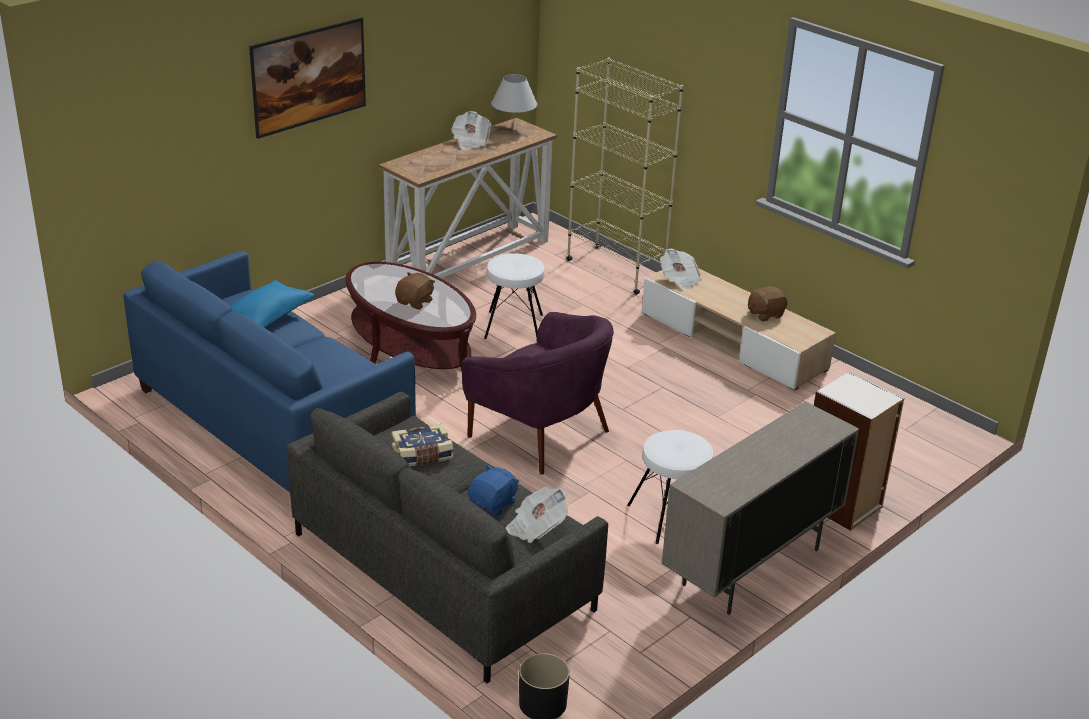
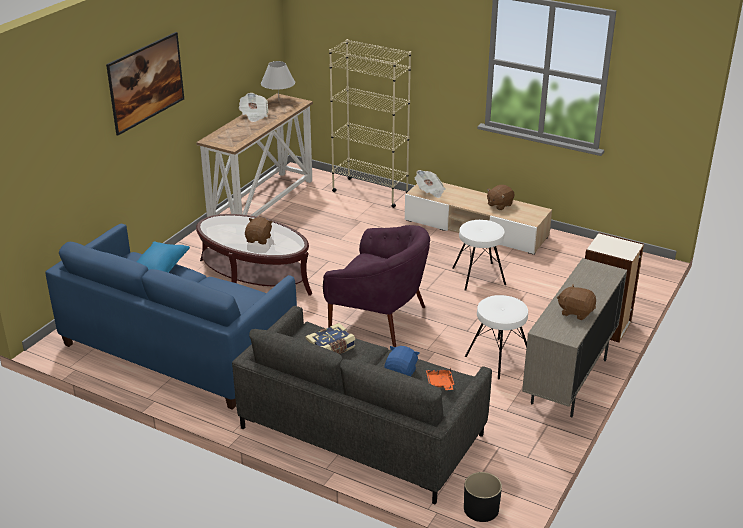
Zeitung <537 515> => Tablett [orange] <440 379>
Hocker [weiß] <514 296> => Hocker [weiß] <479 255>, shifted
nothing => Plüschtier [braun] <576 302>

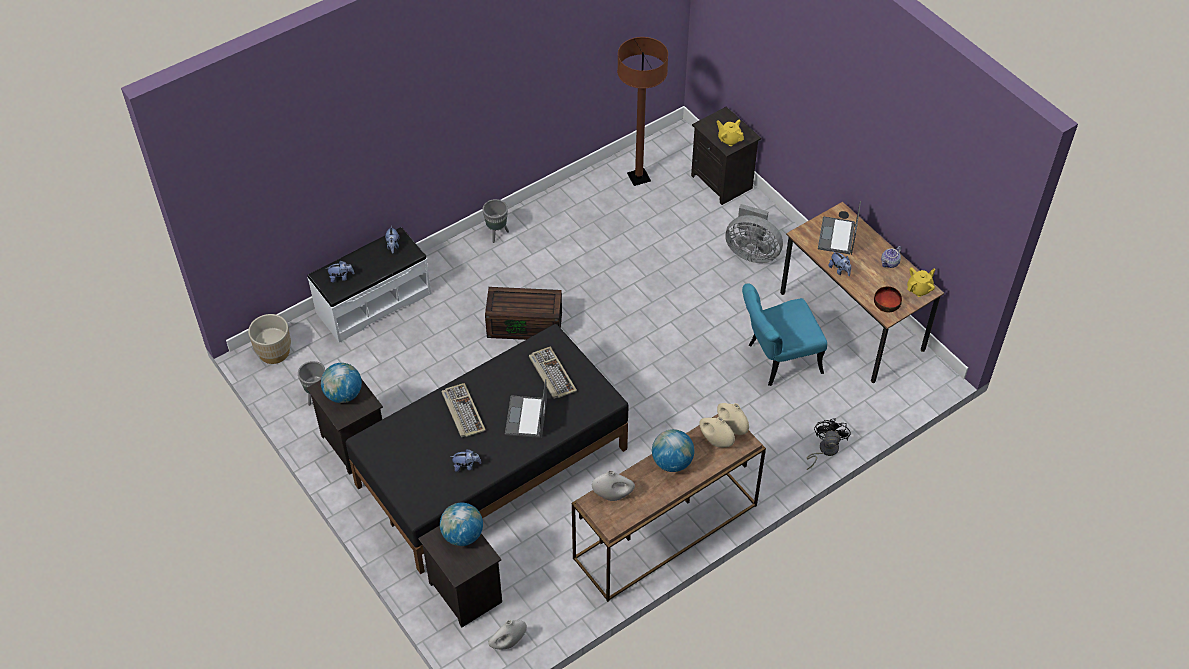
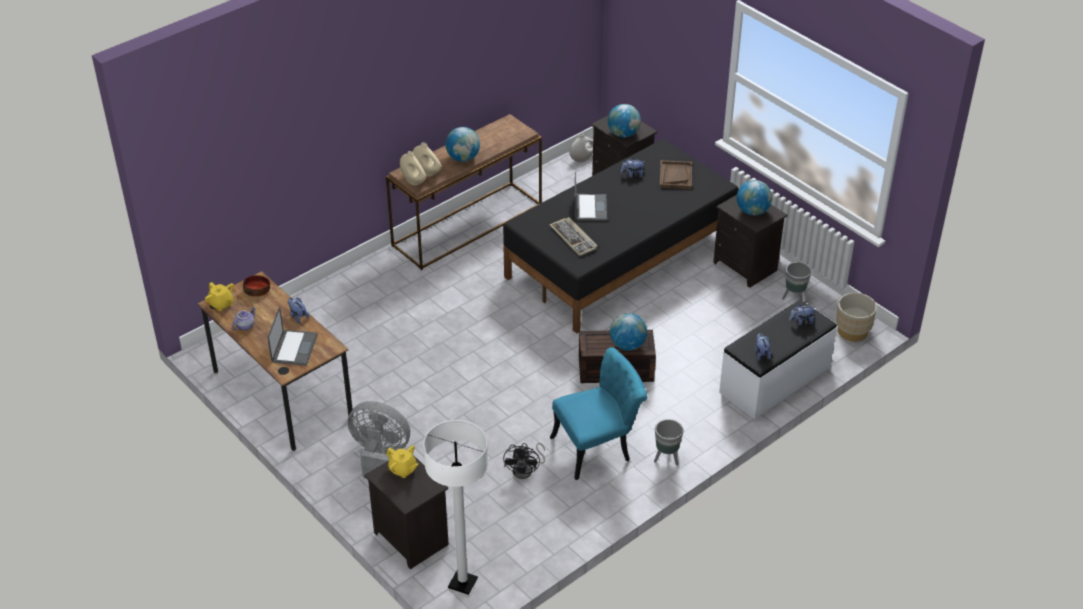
Teekanne [gelb] <921 282> => Teekanne [gelb] <219 296>, 90 degrees counterclockwise
nothing => Stehlampe [weiß] <455 507>
Ventilator [schwarz] <829 444> => Ventilator [schwarz] <524 461>, shifted
Stuhl [türkis] <784 334> => Stuhl [türkis] <598 413>, shifted
nothing => Globus <628 332>
nothing => Tablett [braun] <675 174>
Tastatur <463 410> => nothing
Vase [weiß] <613 485> => nothing
Stehlampe [braun] <642 111> => nothing

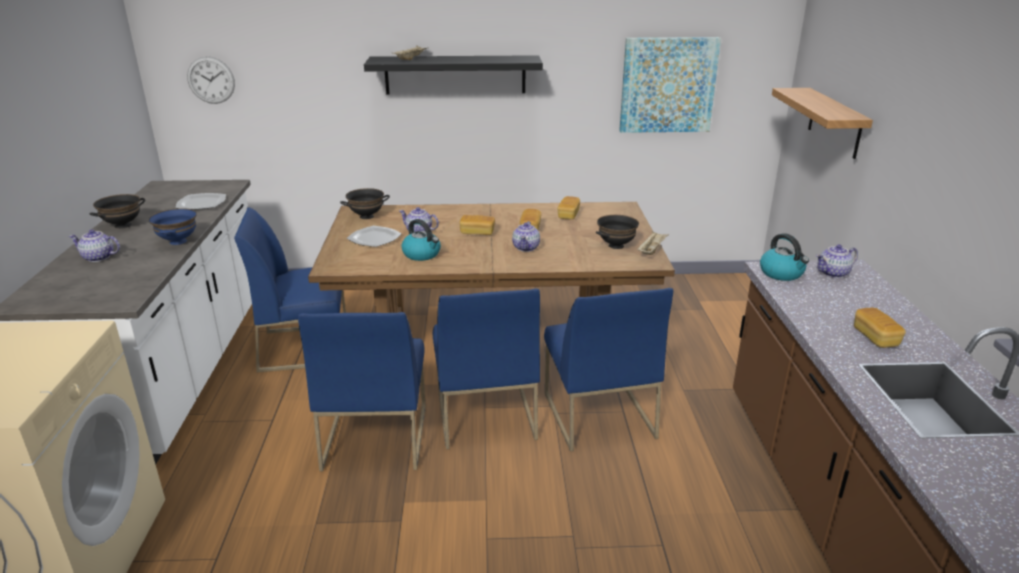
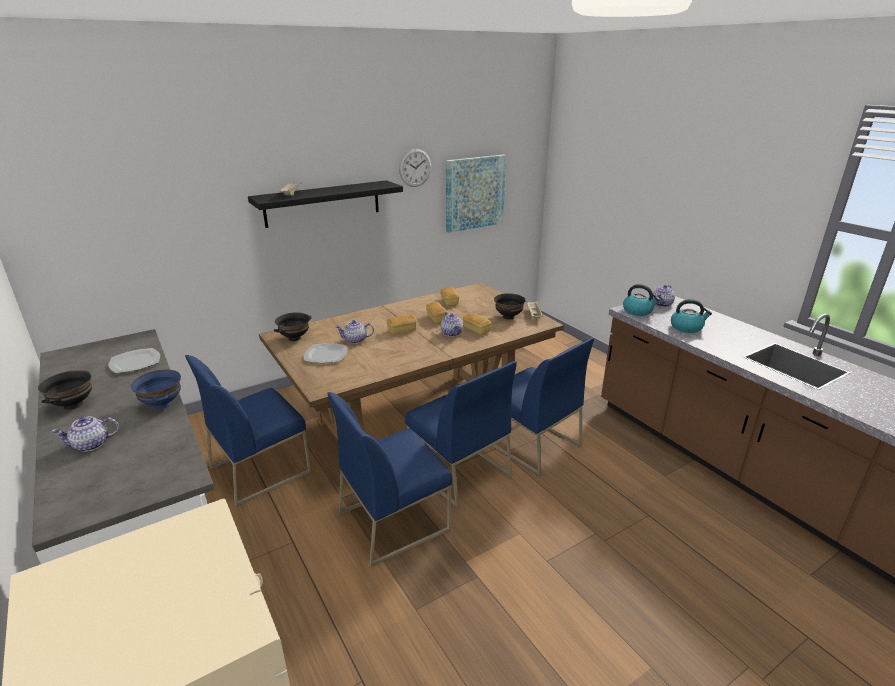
Stuhl [blau] <362 392> => Stuhl [blau] <389 479>, 90 degrees clockwise
Wanduhr <211 80> => Wanduhr <415 168>, shifted
Brot <880 328> => Brot <477 324>, shifted
Wasserkessel <421 240> => Wasserkessel <691 316>, shifted
Wandregal <822 123> => nothing

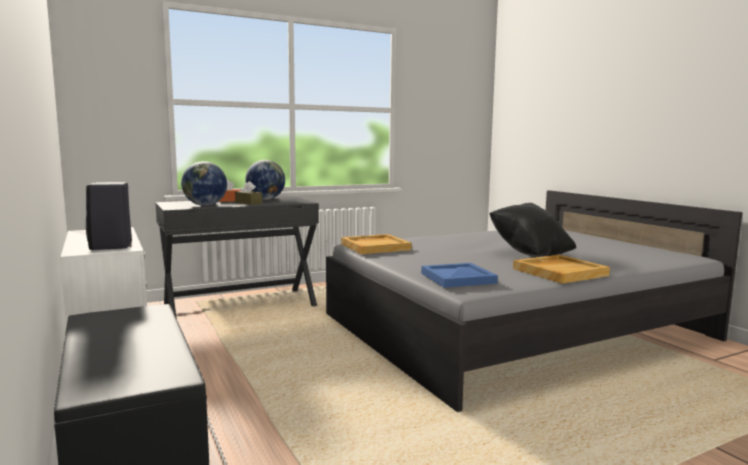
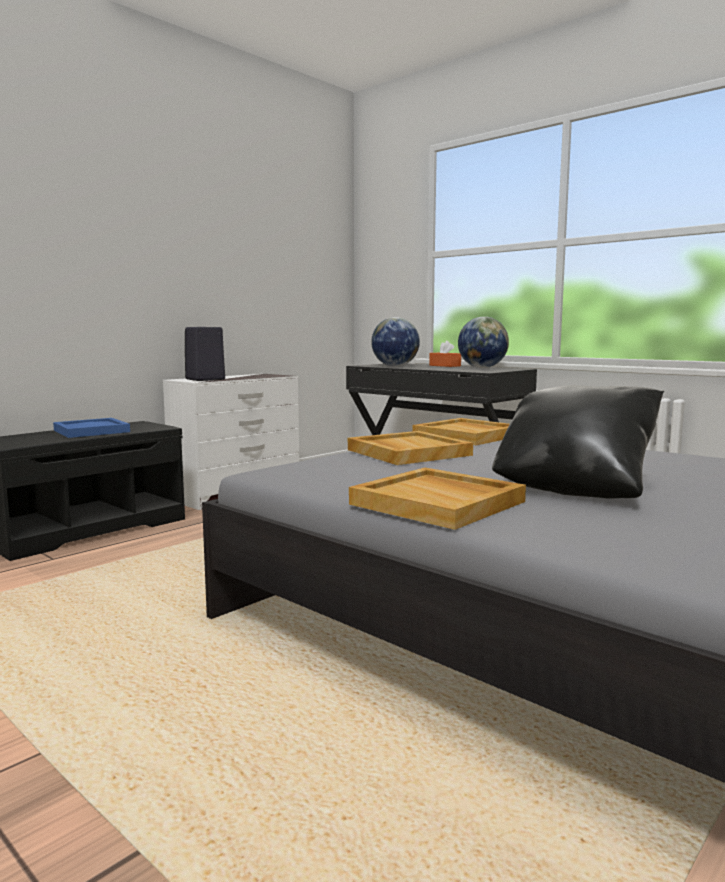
Tablett [blau] <459 275> => Tablett [blau] <91 428>, shifted
nothing => Tablett [beige] <410 448>
Taschentuchbox [braun] <248 193> => nothing

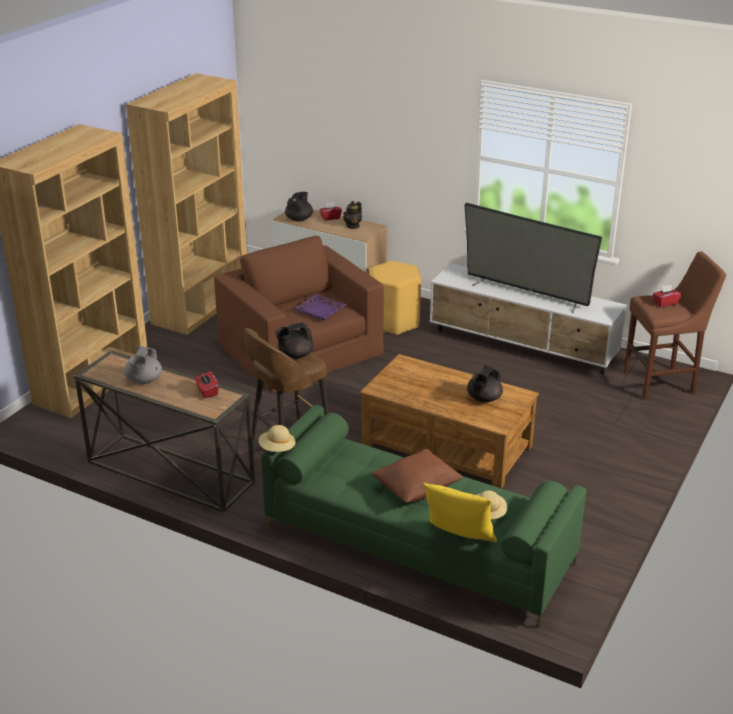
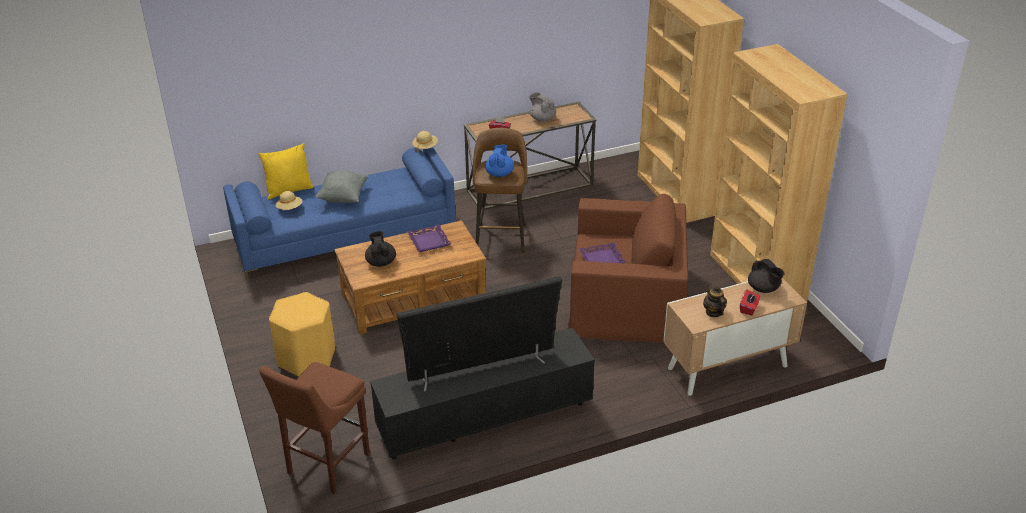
Sofa [grün] <423 516> => Sofa [blau] <339 214>
Hocker [gelb] <395 298> => Hocker [gelb] <302 334>, shifted
Kissen [braun] <417 475> => Kissen [grau] <342 187>
Fernsehschrank [weiß] <528 318> => Fernsehschrank [schwarz] <482 393>
nothing => Tablett [lila] <429 238>
Teekanne [schwarz] <294 340> => Teekanne [blau] <499 161>
Taschentuchbox [rot] <667 296> => nothing

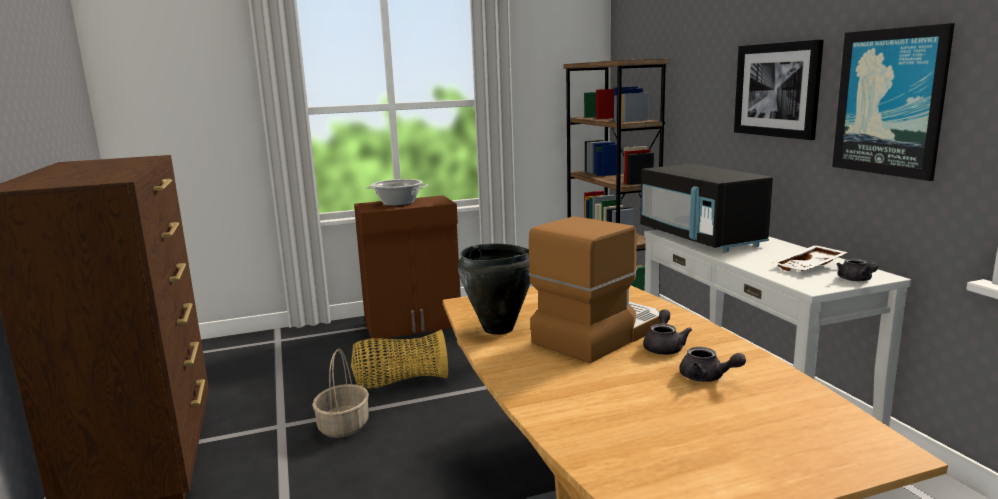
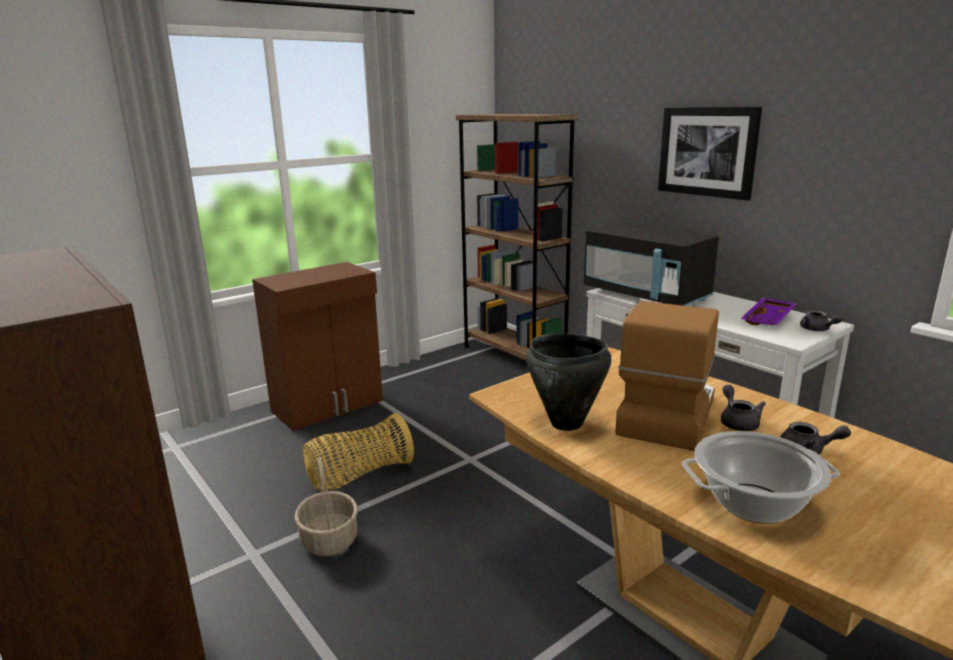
Kochtopf <397 192> => Kochtopf <761 477>, shifted
Tablett [weiß] <810 258> => Tablett [lila] <768 311>
Bild <893 102> => nothing

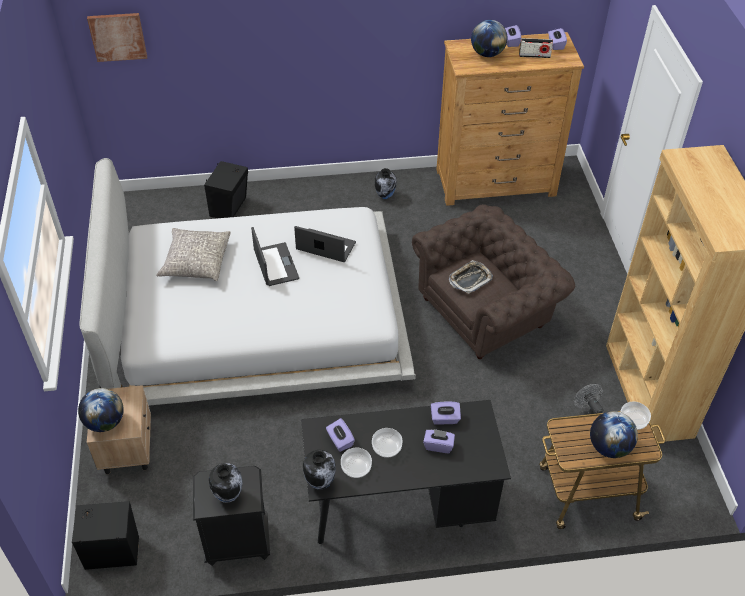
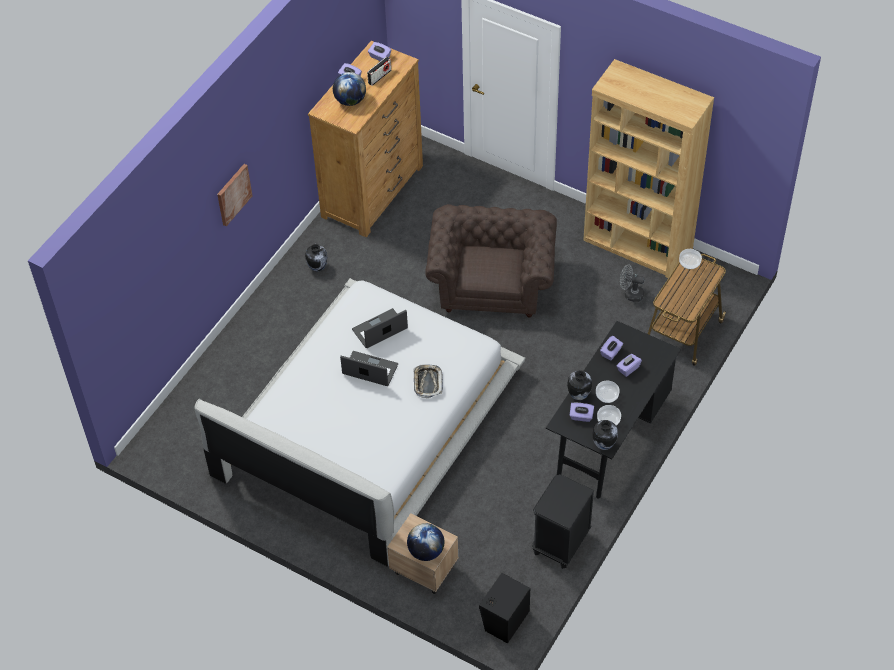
Bild <117 37> => Bild <234 195>, shifted
Tablett <471 277> => Tablett <428 381>, shifted
Vase <226 483> => Vase <579 385>, shifted
Kissen [grau] <193 254> => nothing
Lautsprecher [schwarz] <226 189> => nothing
Globus <614 434> => nothing

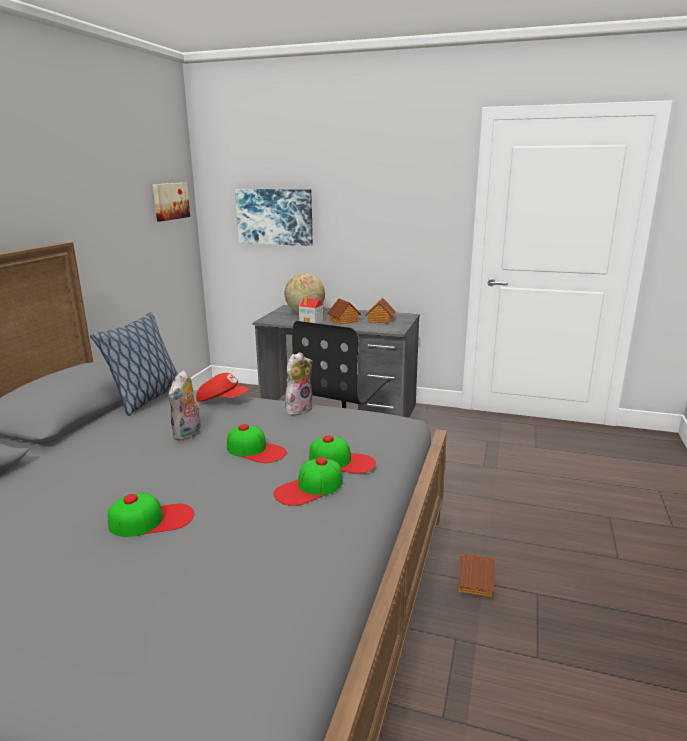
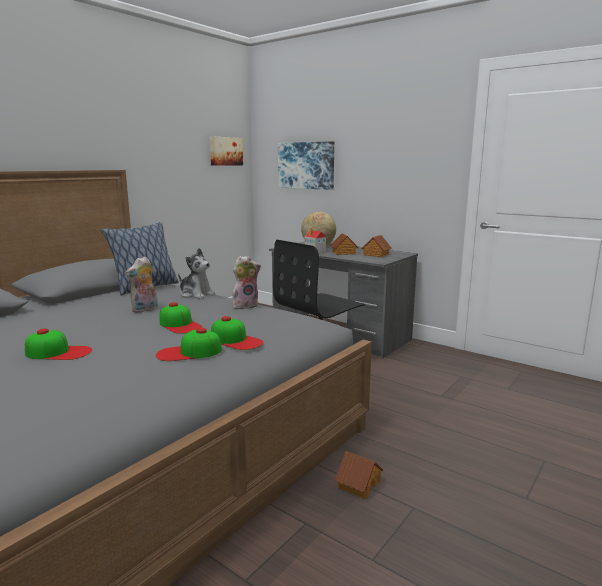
Kappe [rot] <222 387> => Plüschtier <196 273>

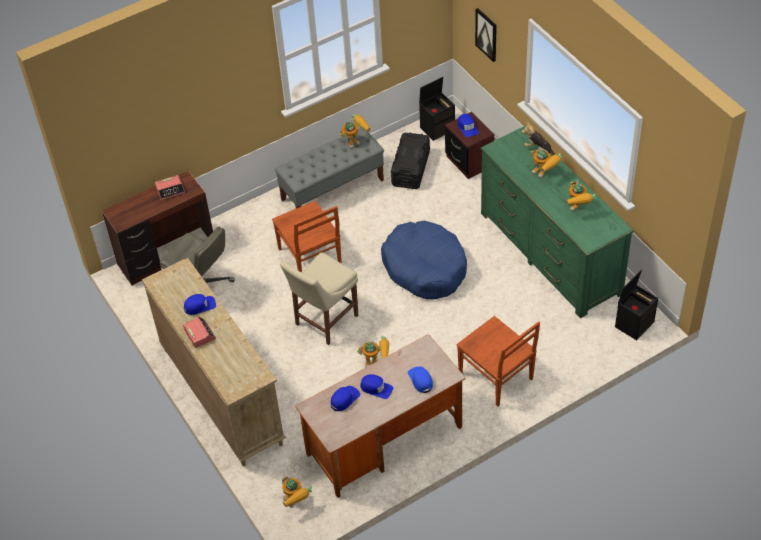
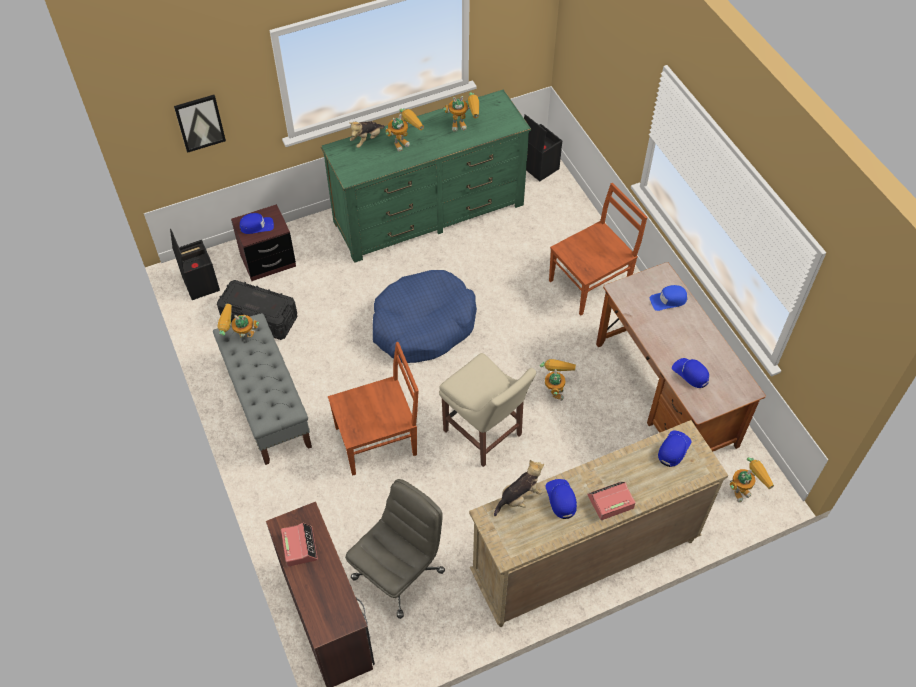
Spielzeugroboter <355 131> => Spielzeugroboter <238 320>, 60 degrees counterclockwise
nothing => Plüschtier <519 488>
Kappe [blau] <376 386> => Kappe [blau] <674 448>, shifted

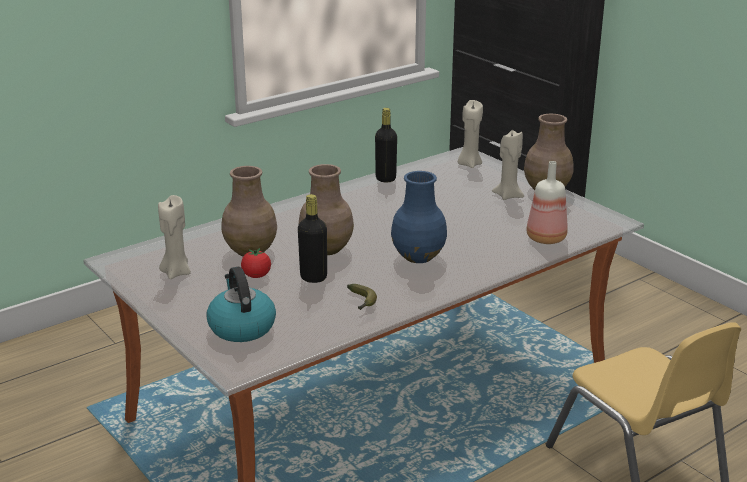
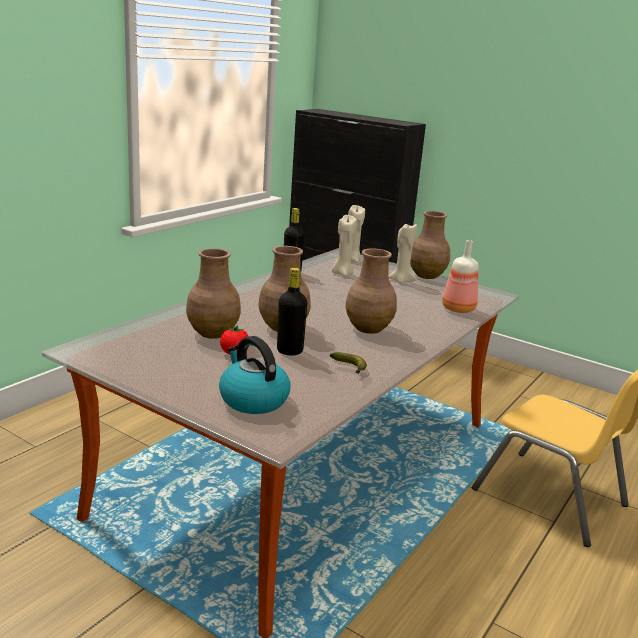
Kerze [beige] <174 237> => Kerze [beige] <344 245>, shifted
Vase [blau] <419 217> => Vase [braun] <371 291>

